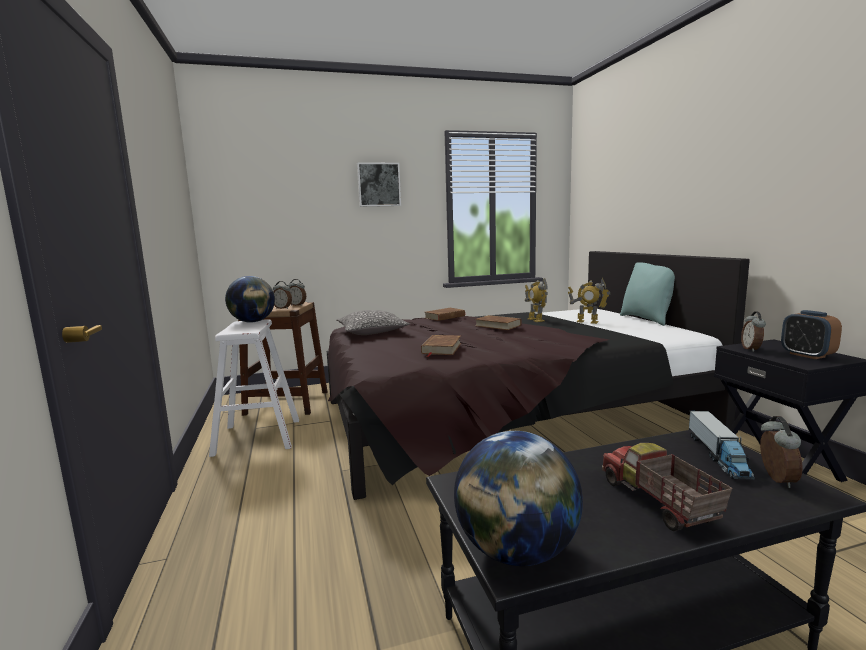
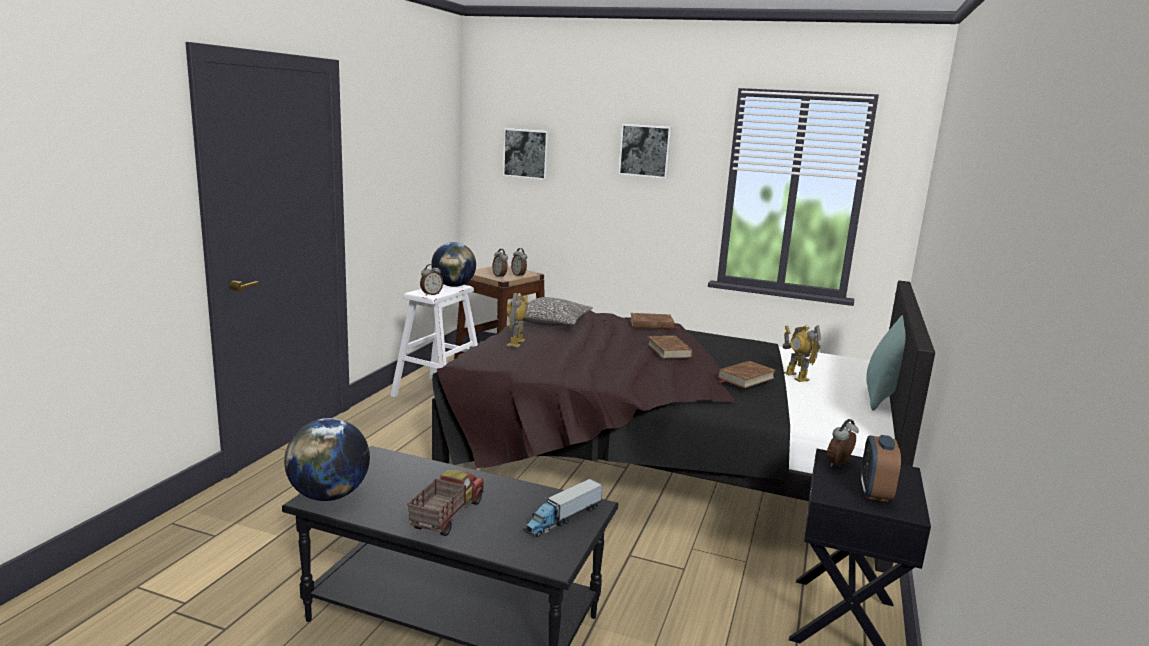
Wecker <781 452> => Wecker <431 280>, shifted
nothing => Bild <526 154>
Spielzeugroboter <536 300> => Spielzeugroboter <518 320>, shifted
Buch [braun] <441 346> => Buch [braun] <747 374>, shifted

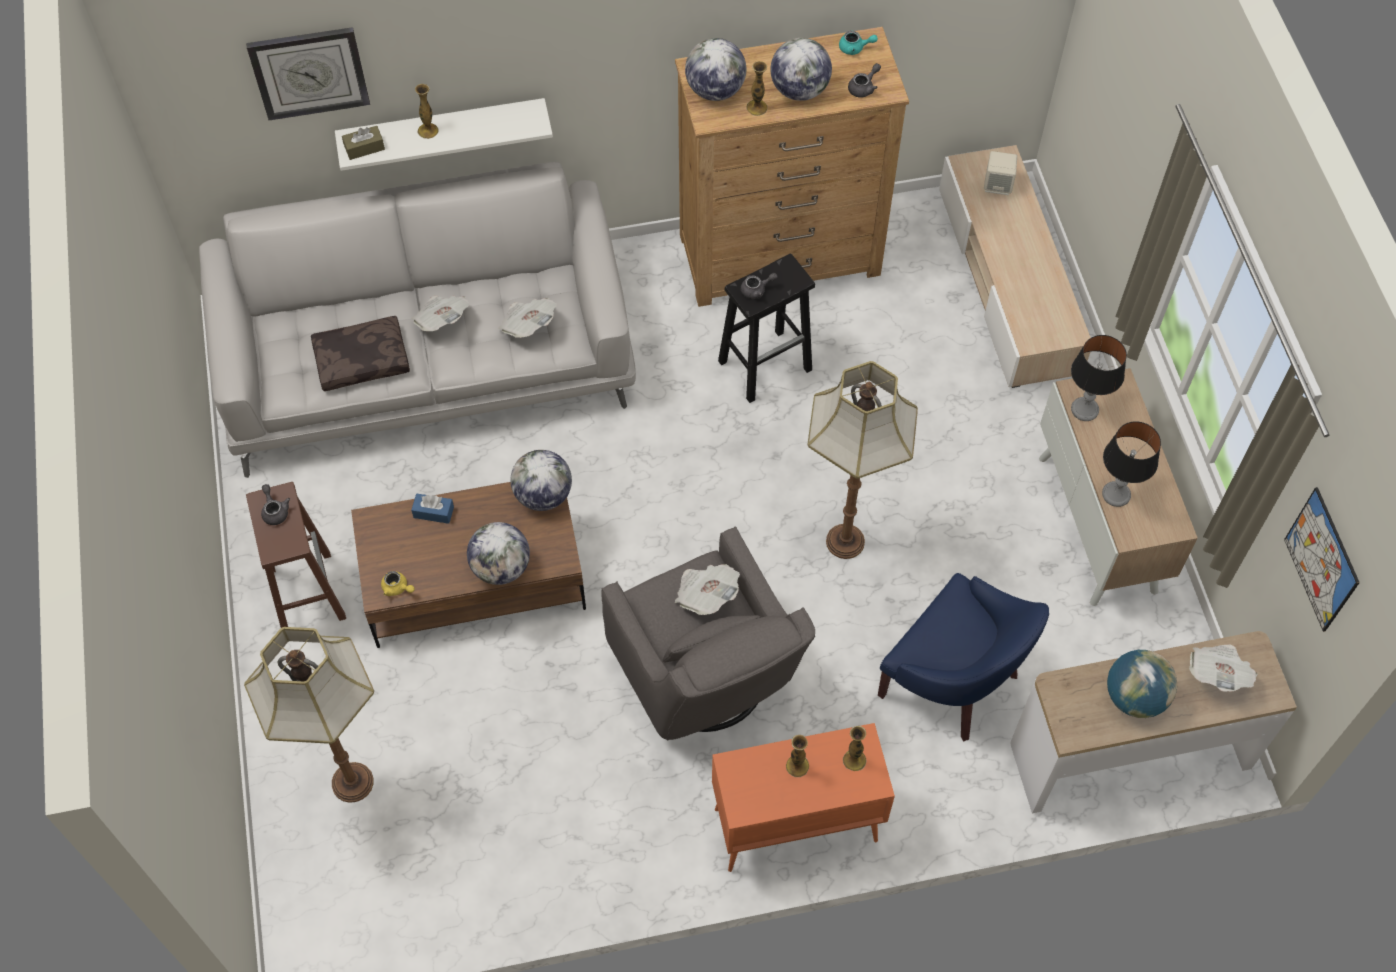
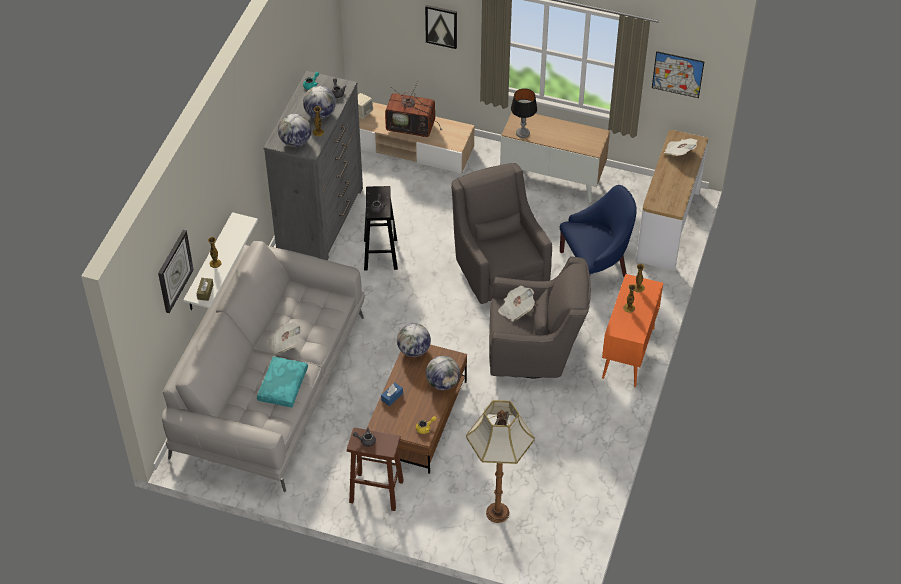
Kissen [braun] <360 353> => Kissen [türkis] <282 382>
Kommode [braun] <792 167> => Kommode [grau] <313 166>
nothing => Fernseher <413 108>
nothing => Bild <441 27>
Stehlampe <862 460> => Sessel [grau] <501 233>
Zeitung <527 318> => nothing
Tischlampe <1131 464> => nothing
Globus <1142 684> => nothing

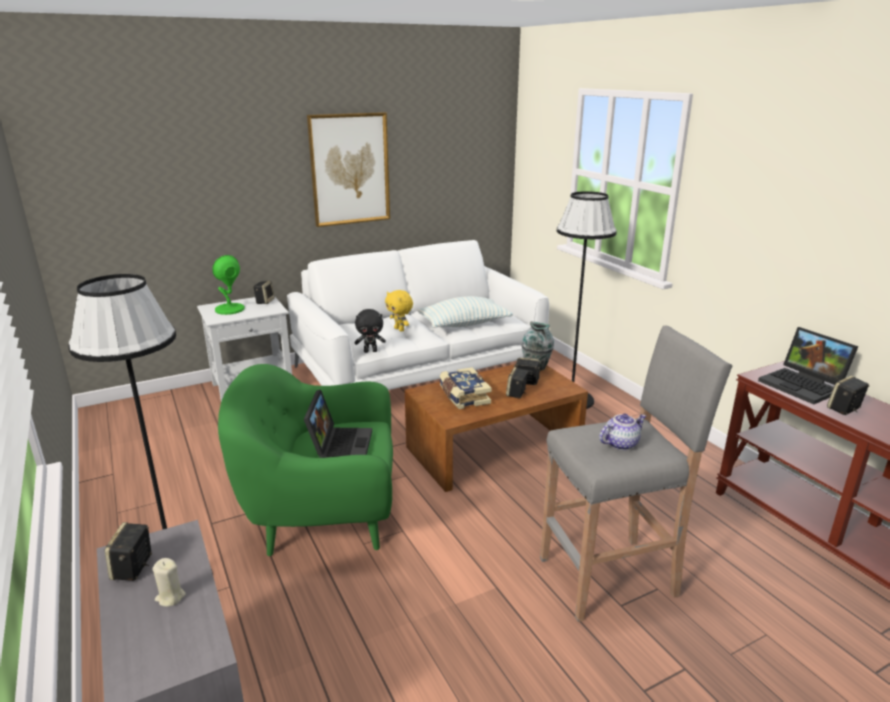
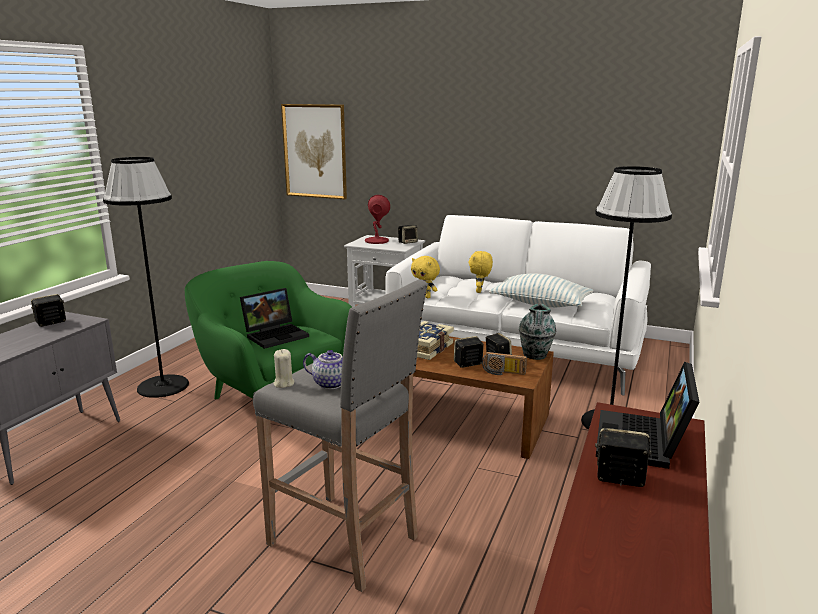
Kerze [beige] <169 582> => Kerze [beige] <283 368>, shifted
Bild <348 169> => Bild <314 151>, shifted
Tischlampe [grün] <228 285> => Tischlampe [rot] <377 219>
Plüschtier [schwarz] <370 331> => Plüschtier [gelb] <425 277>
nothing => Radio <504 363>

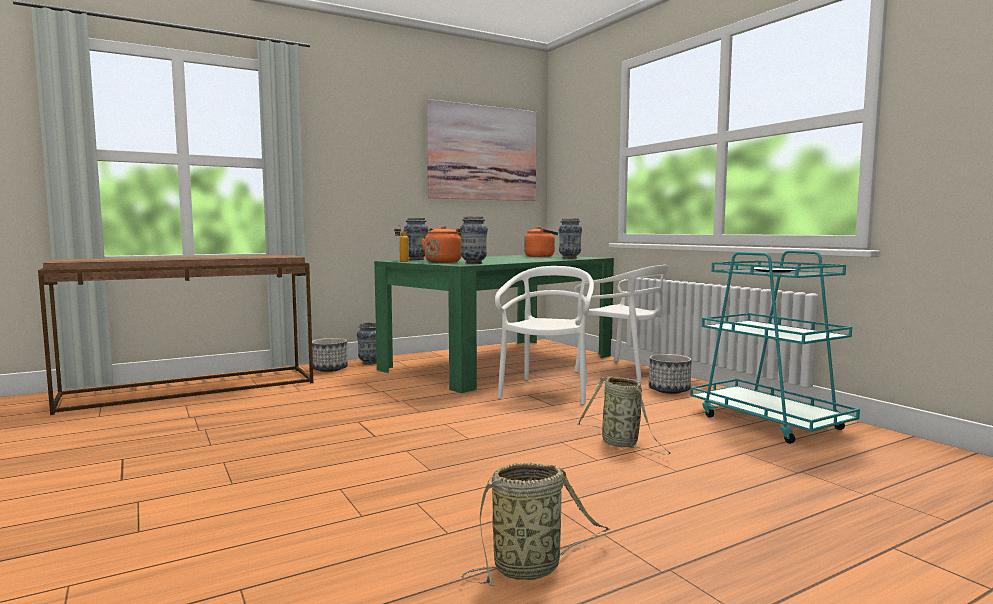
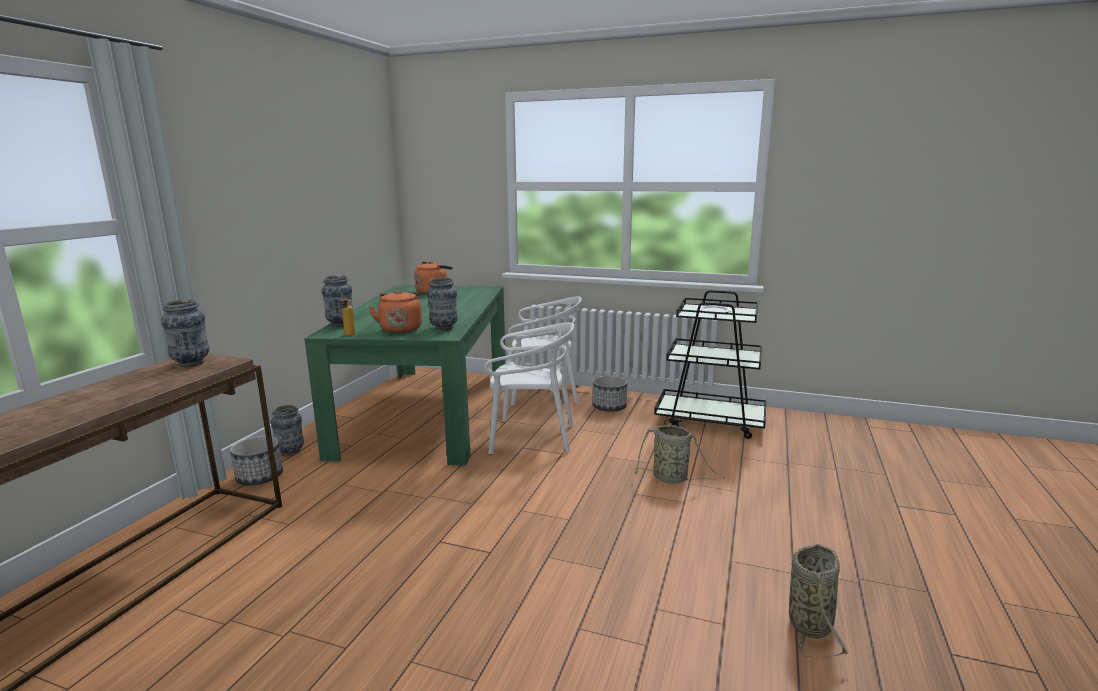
Vase <570 238> => Vase <185 333>, shifted
Stuhl [weiß] <544 335> => Stuhl [weiß] <529 388>, 120 degrees clockwise
Rollwagen [türkis] <775 347> => Rollwagen [schwarz] <710 364>
Bild <481 150> => nothing

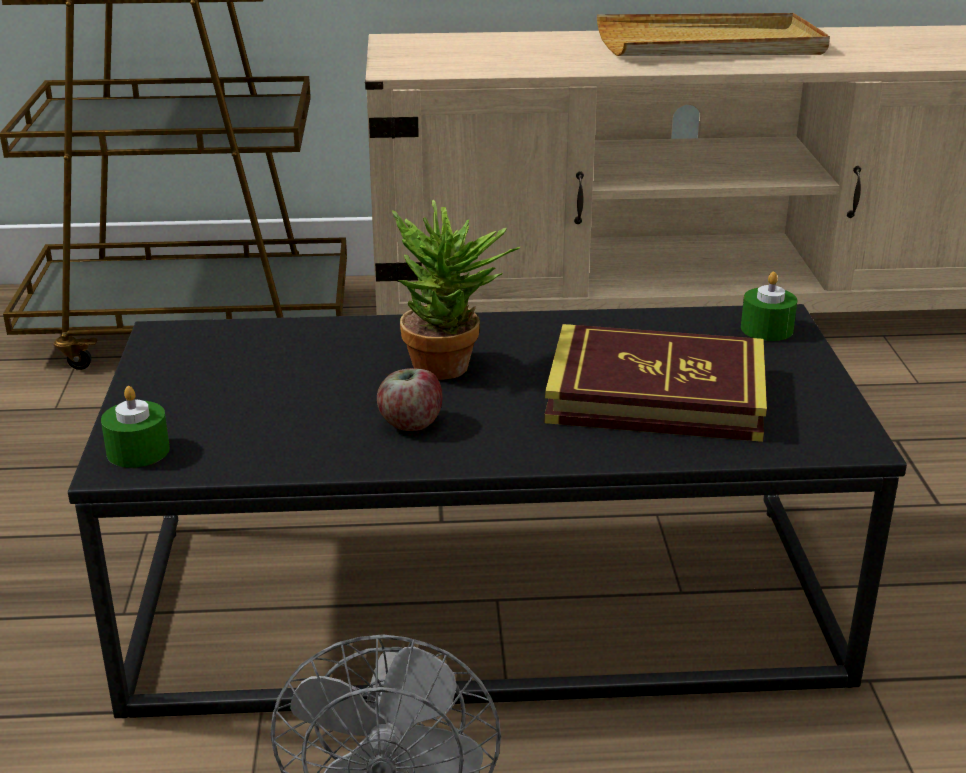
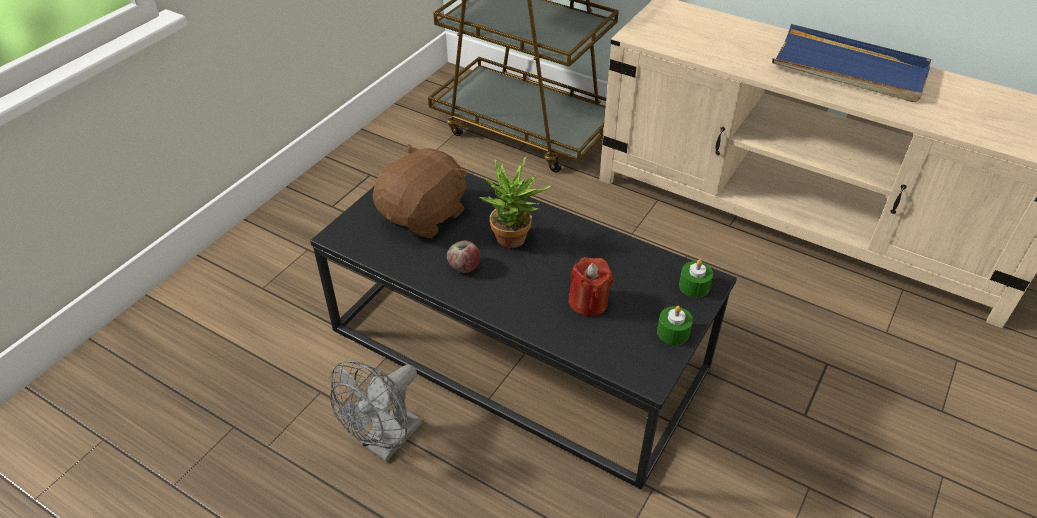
nothing => Plüschtier [braun] <420 191>
Buch <655 383> => Kerze [rot] <591 286>
Kerze [grün] <135 427> => Kerze [grün] <675 325>, shifted
Tablett [beige] <713 34> => Tablett [blau] <851 63>

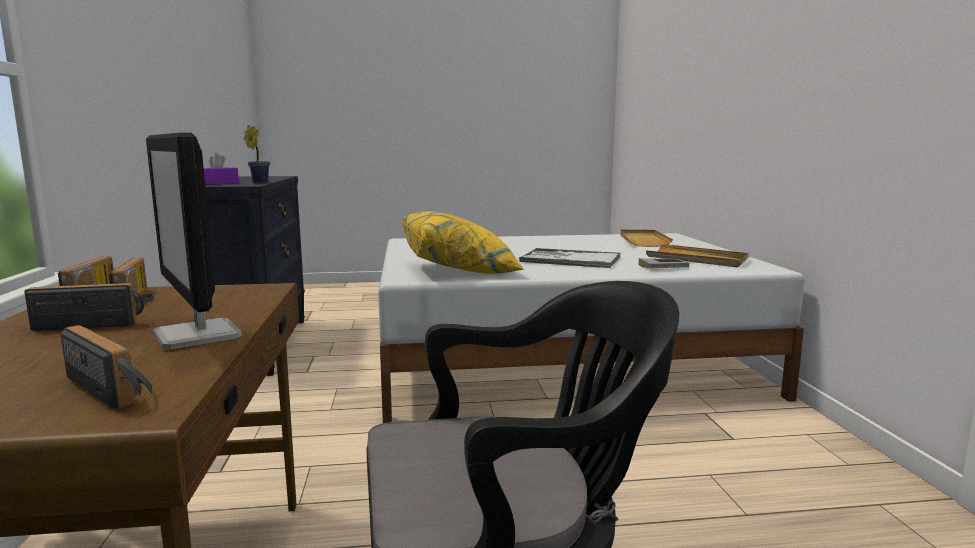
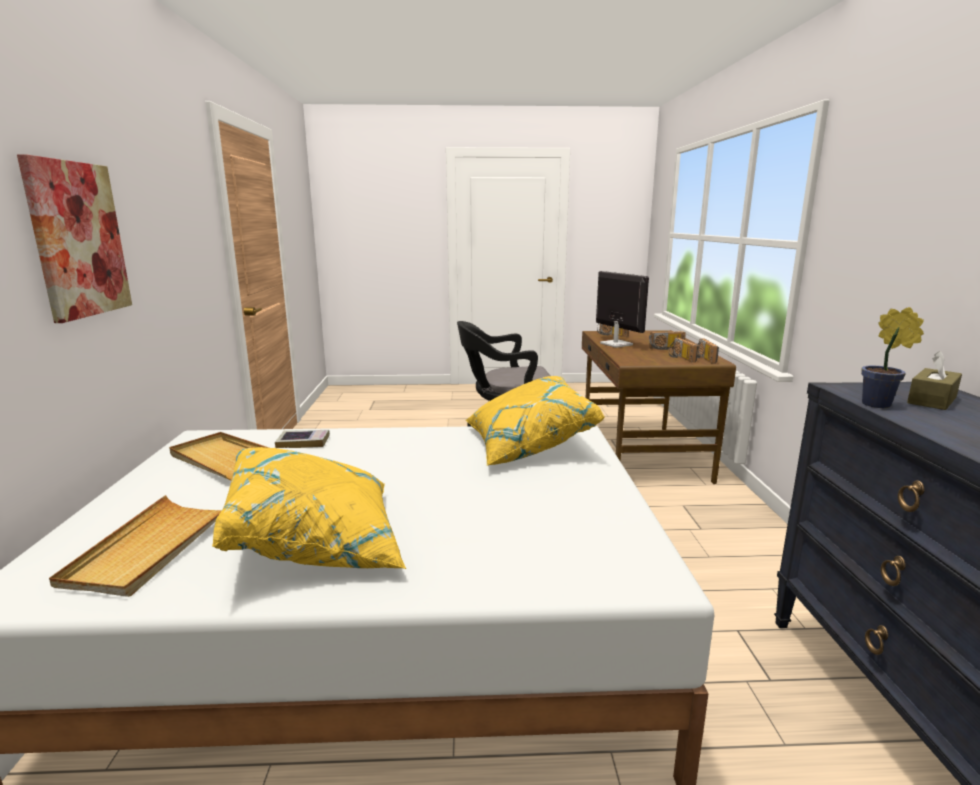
nothing => Bild <74 238>
nothing => Kissen [gelb] <309 508>
Taschentuchbox [lila] <221 169> => Taschentuchbox [braun] <934 380>
Tablett <569 258> => nothing

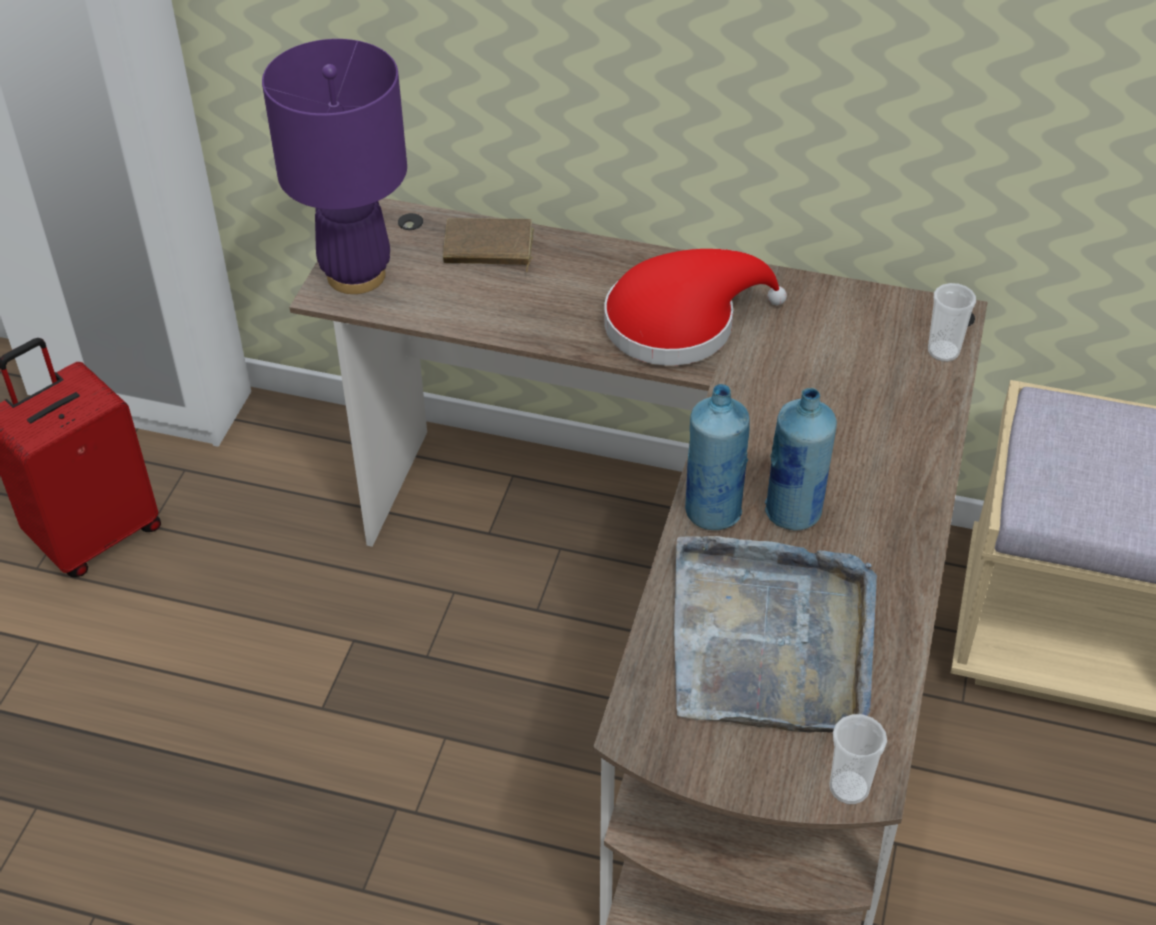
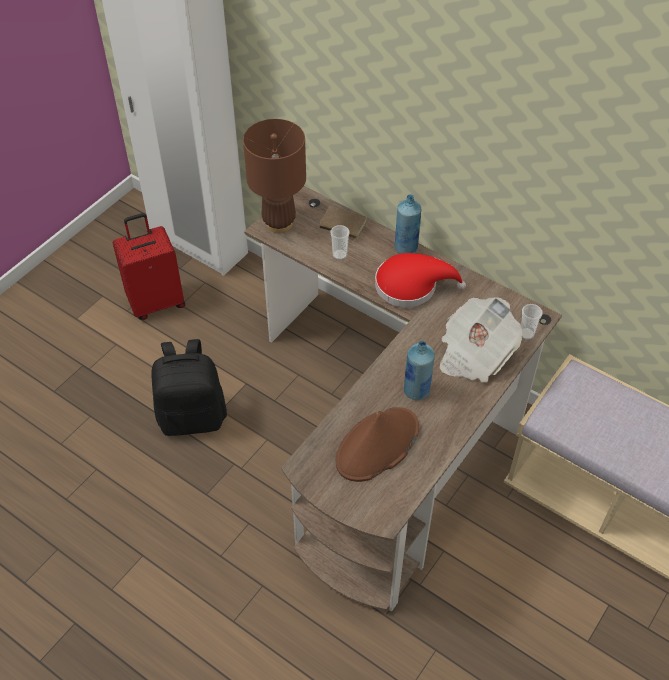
nothing => Rucksack [schwarz] <189 387>
Tischlampe [lila] <334 166> => Tischlampe [braun] <274 176>
Tasse <858 759> => Tasse <340 242>, shifted
Tablett [grau] <775 634> => Hut [braun] <377 444>
Flasche [blau] <717 457> => Flasche [blau] <408 224>, shifted
nothing => Zeitung <480 340>

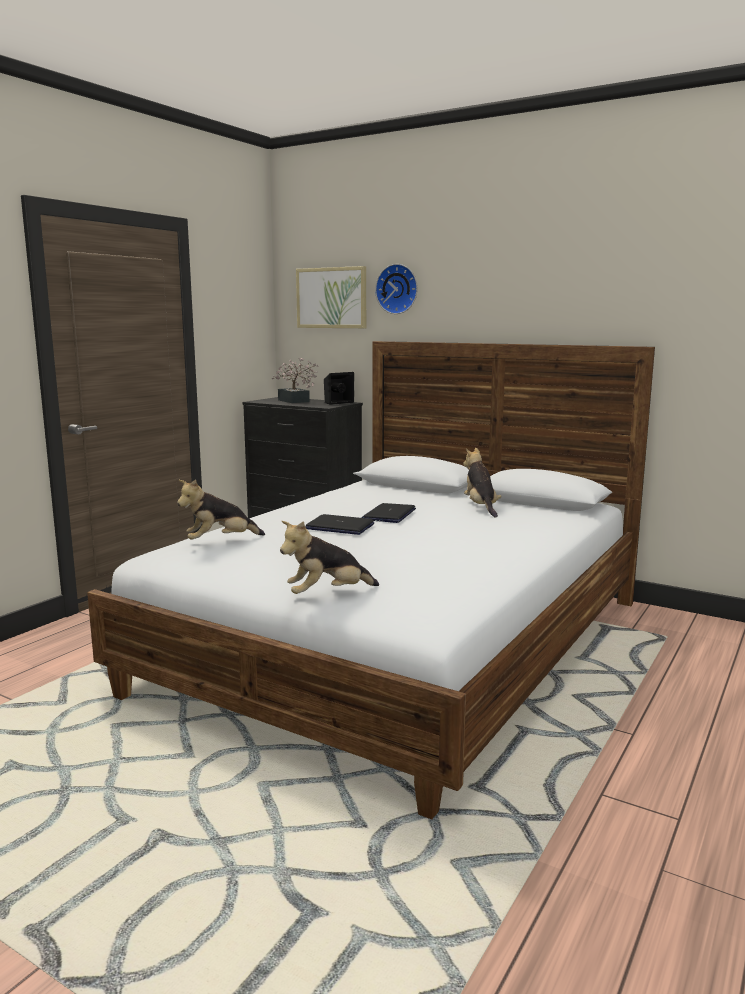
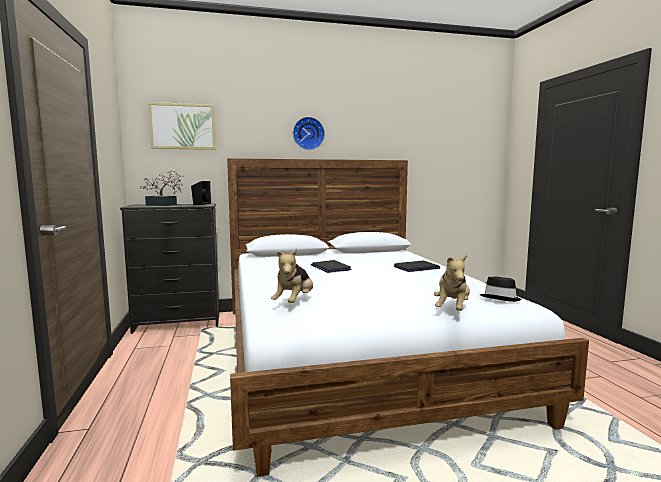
Wanduhr <396 289> => Wanduhr <309 133>, shifted
Laptop <339 524> => Laptop <417 266>, shifted
nothing => Hut [schwarz] <501 289>
Plüschtier <482 483> => nothing

